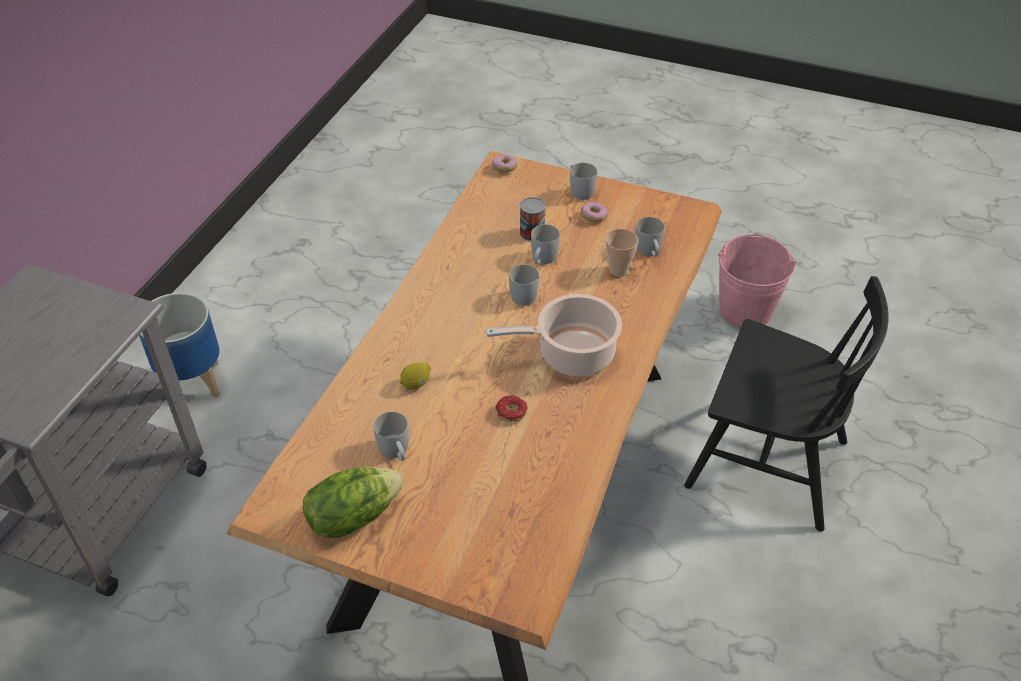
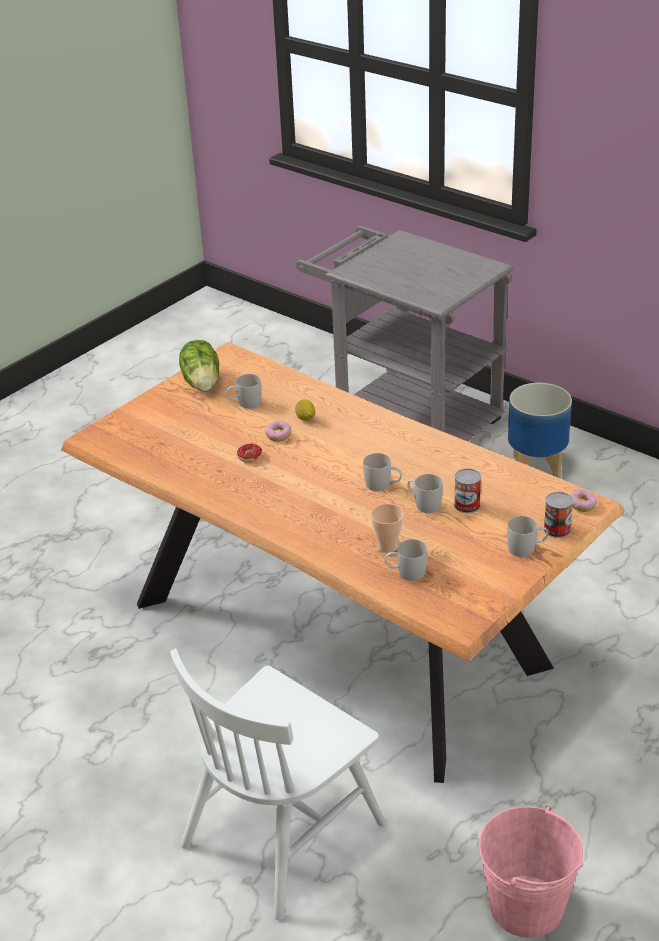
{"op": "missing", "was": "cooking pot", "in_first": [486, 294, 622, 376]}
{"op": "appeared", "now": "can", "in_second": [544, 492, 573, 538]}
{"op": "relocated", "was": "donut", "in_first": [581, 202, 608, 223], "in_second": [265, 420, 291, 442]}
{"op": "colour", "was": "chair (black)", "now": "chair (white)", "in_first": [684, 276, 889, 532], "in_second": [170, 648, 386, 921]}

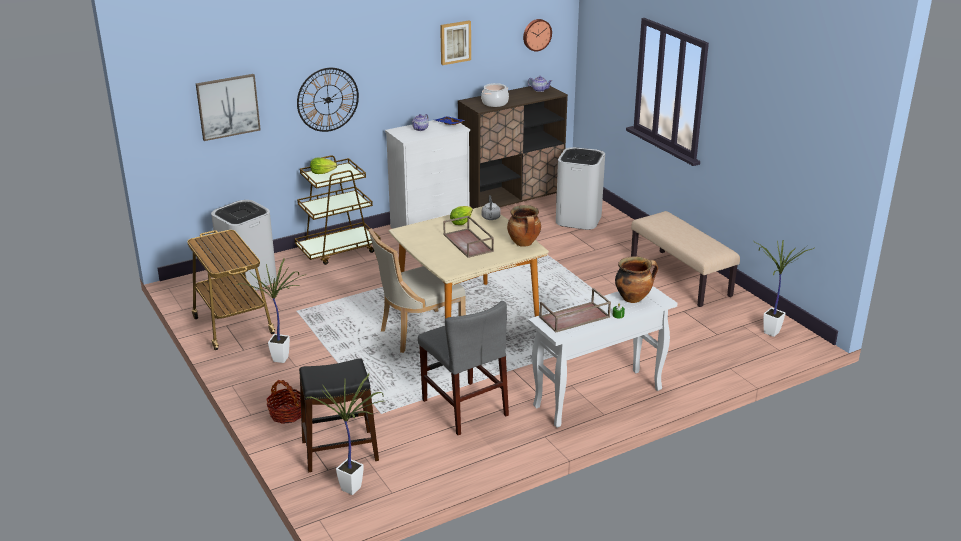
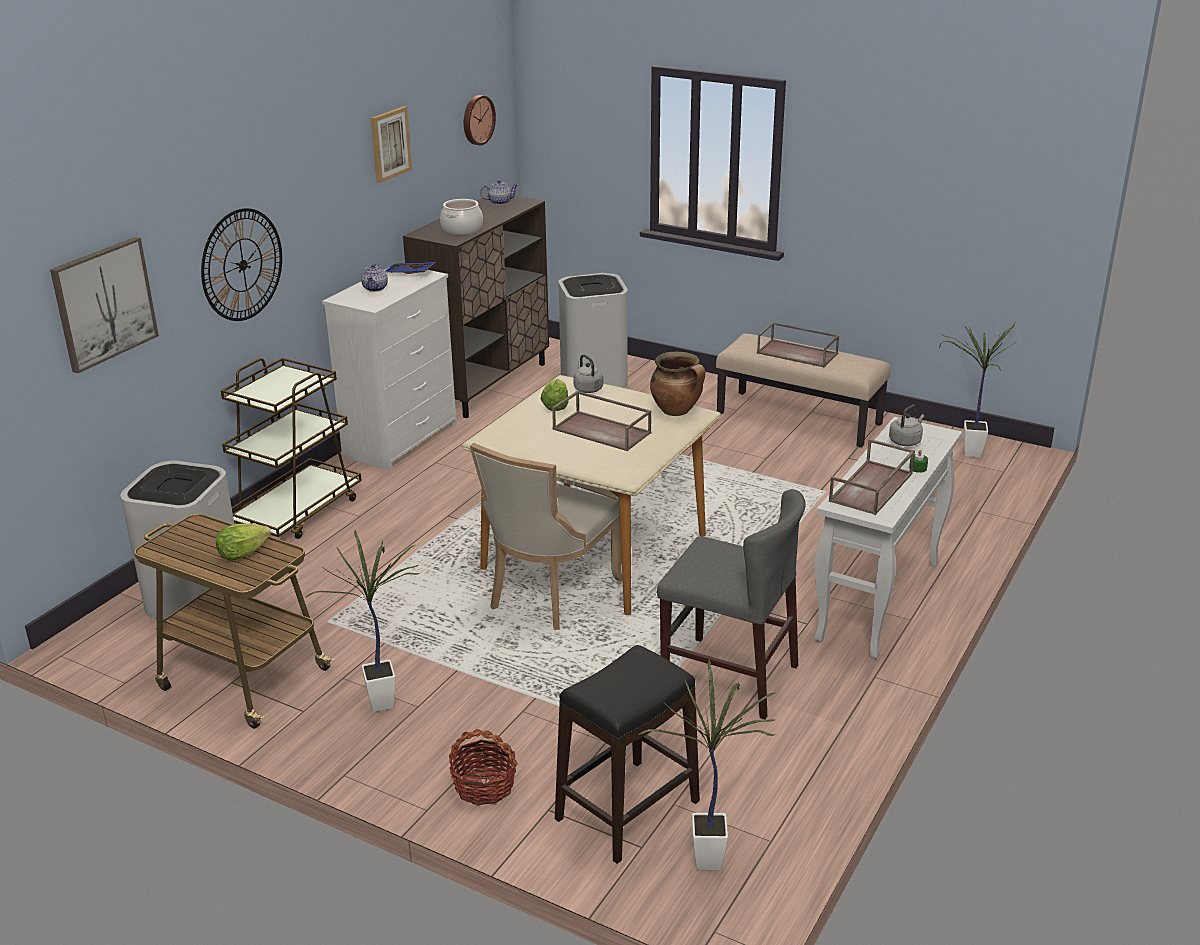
{"op": "appeared", "now": "tray (brown)", "in_second": [757, 322, 840, 367]}
{"op": "relocated", "was": "lettuce", "in_first": [310, 158, 337, 174], "in_second": [216, 523, 271, 560]}
{"op": "exchanged", "was": "cooking pot", "now": "kettle (grey)", "in_first": [615, 256, 658, 303], "in_second": [889, 405, 924, 446]}

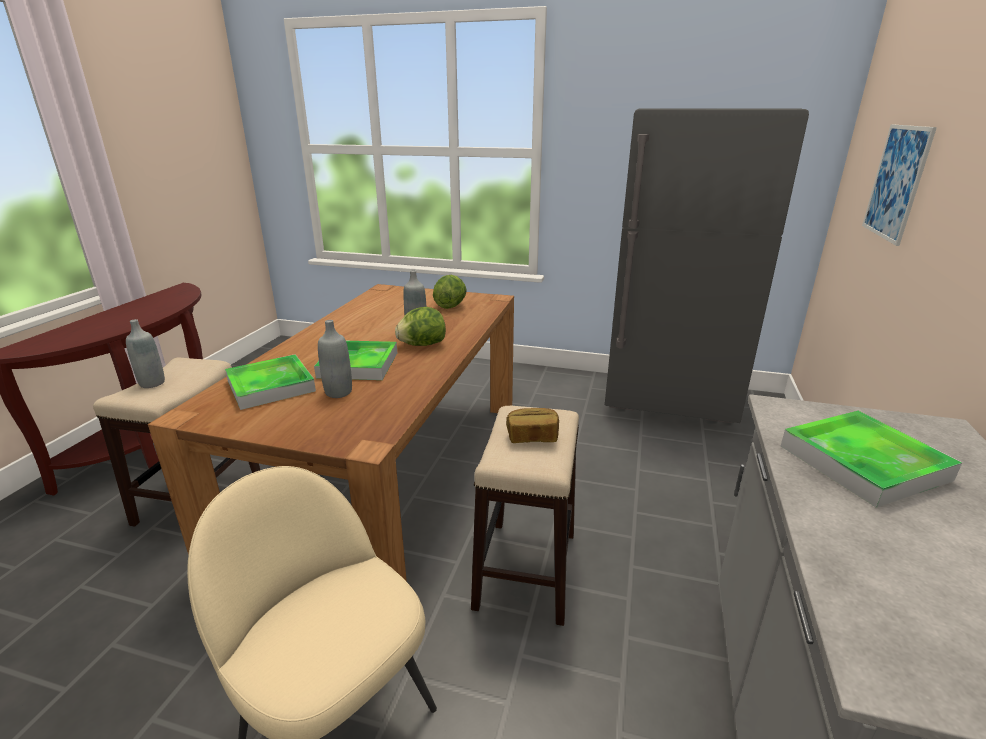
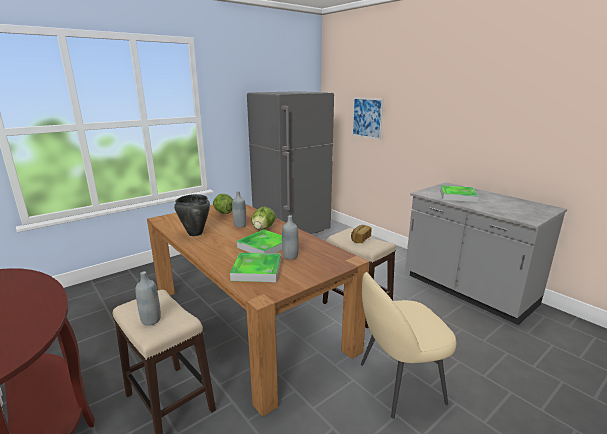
{"op": "appeared", "now": "cooking pot (black)", "in_second": [174, 194, 210, 236]}

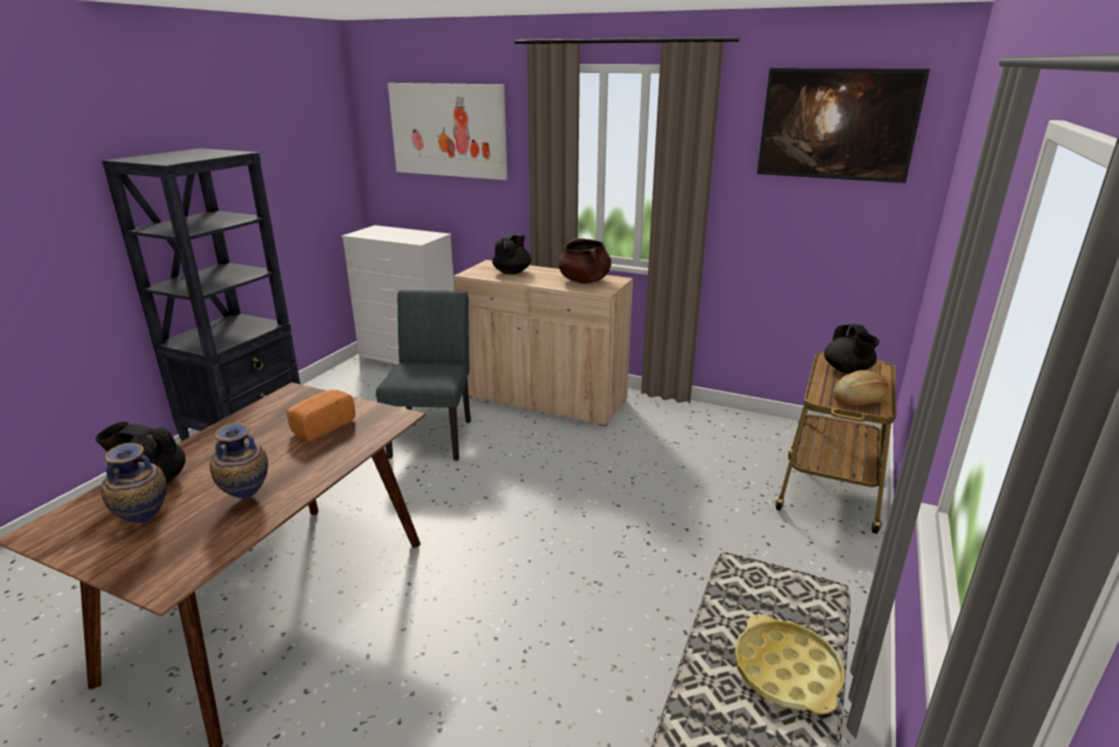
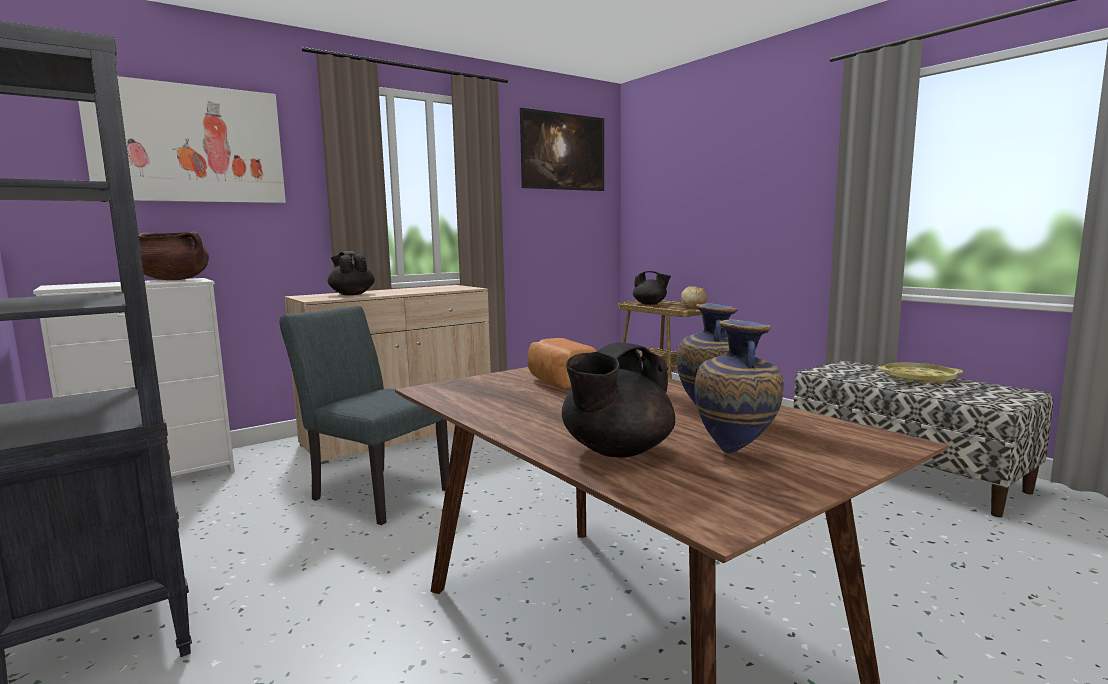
{"op": "relocated", "was": "cooking pot (brown)", "in_first": [559, 238, 611, 284], "in_second": [139, 231, 209, 280]}

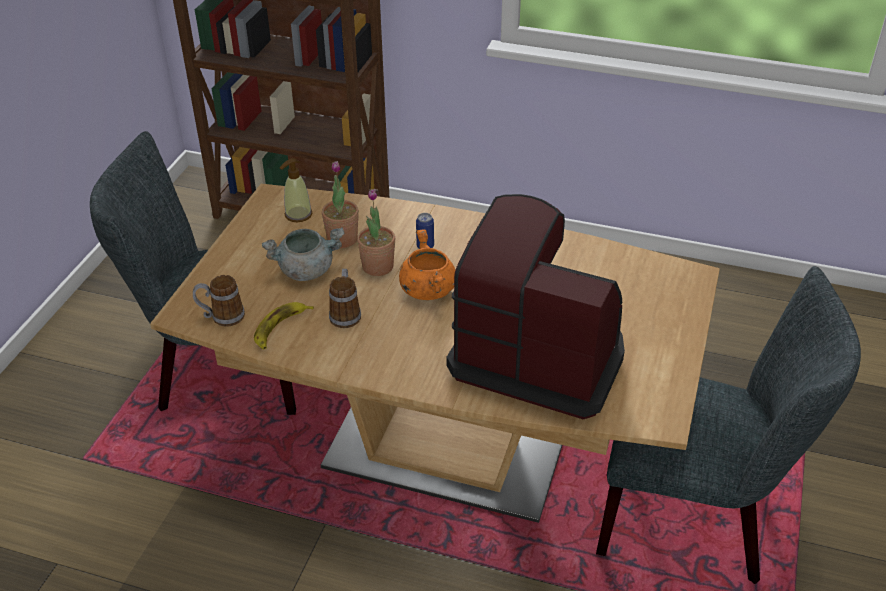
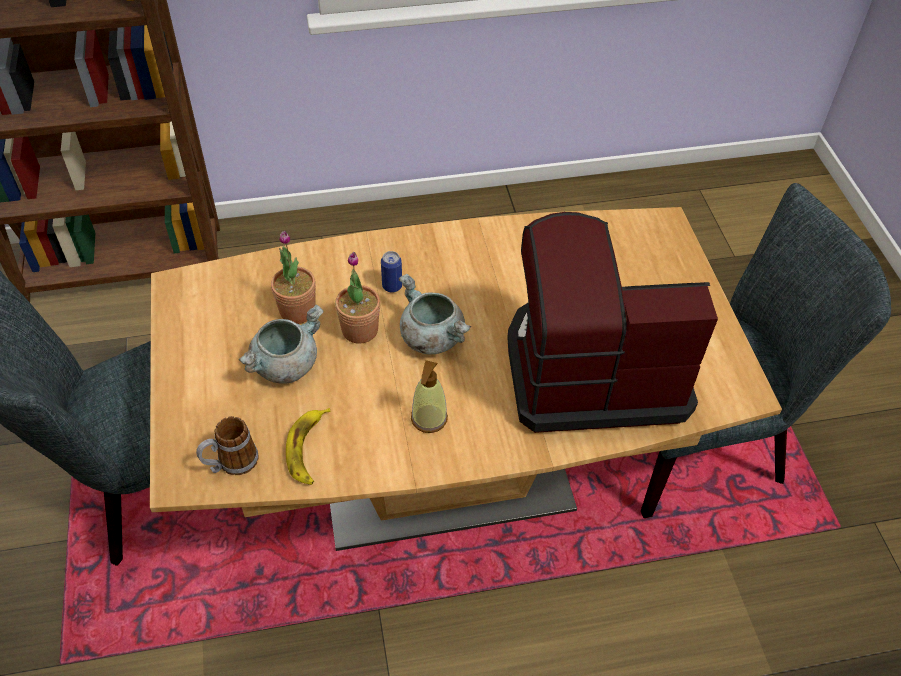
{"op": "missing", "was": "mug", "in_first": [329, 269, 361, 328]}
{"op": "relocated", "was": "soap dispenser", "in_first": [280, 158, 312, 222], "in_second": [411, 360, 448, 433]}
{"op": "colour", "was": "cooking pot (orange)", "now": "cooking pot (grey)", "in_first": [399, 230, 455, 300], "in_second": [399, 274, 471, 354]}

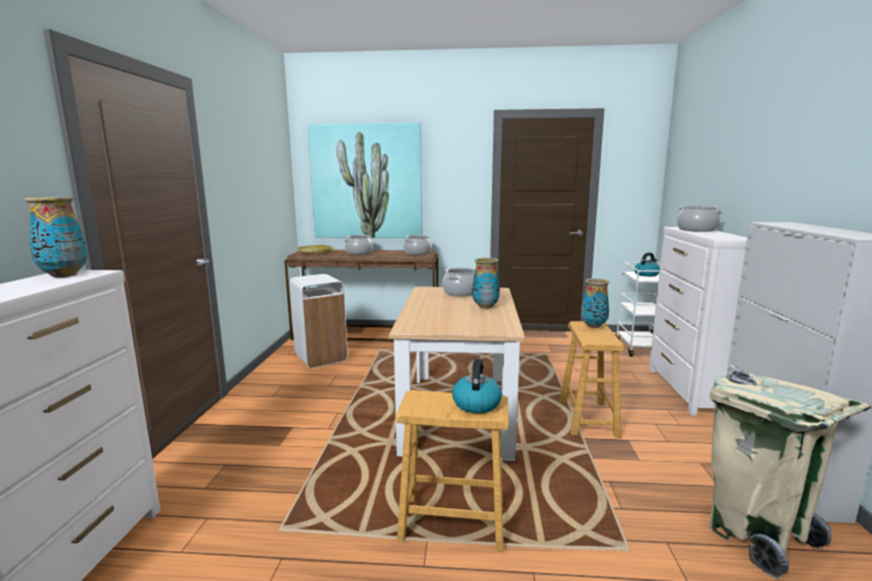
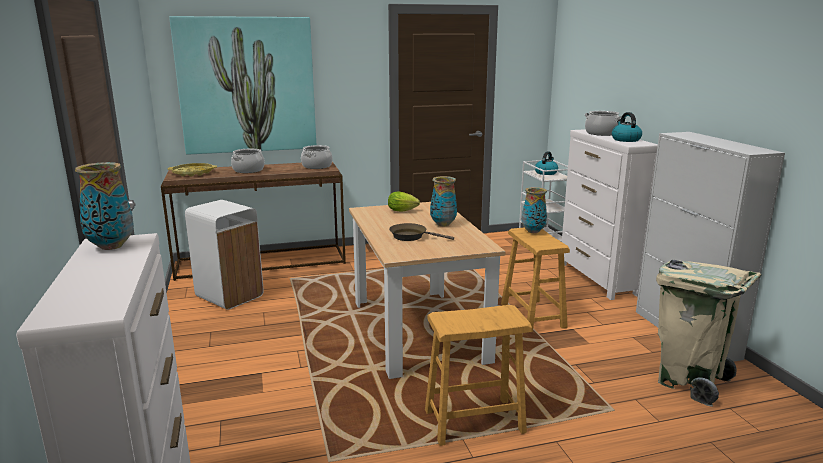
{"op": "appeared", "now": "frying pan (brown)", "in_second": [389, 223, 454, 241]}
{"op": "relocated", "was": "kettle", "in_first": [452, 358, 502, 413], "in_second": [612, 112, 642, 142]}
{"op": "exchanged", "was": "cooking pot", "now": "lettuce", "in_first": [442, 267, 476, 296], "in_second": [388, 192, 420, 212]}

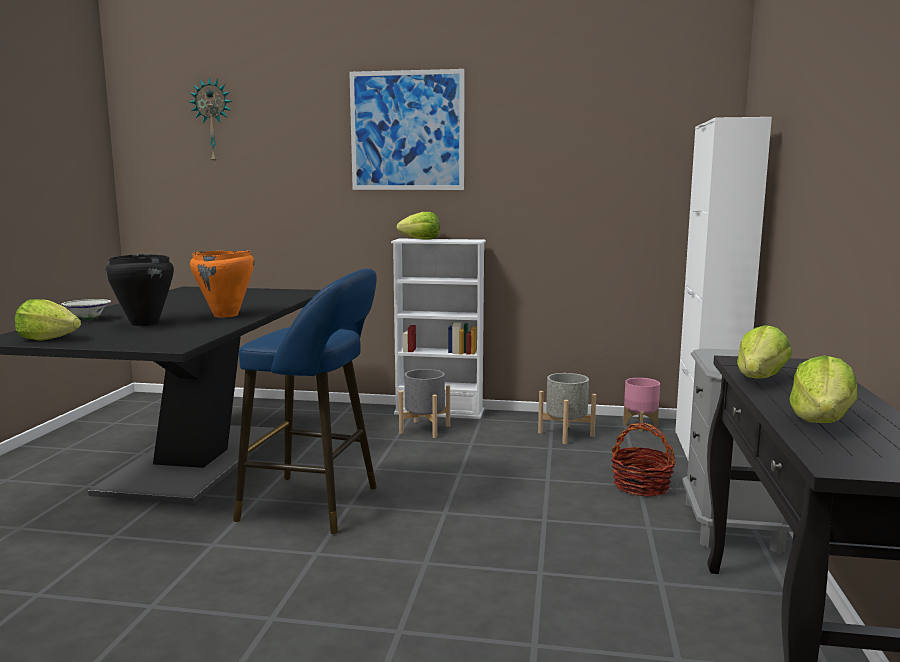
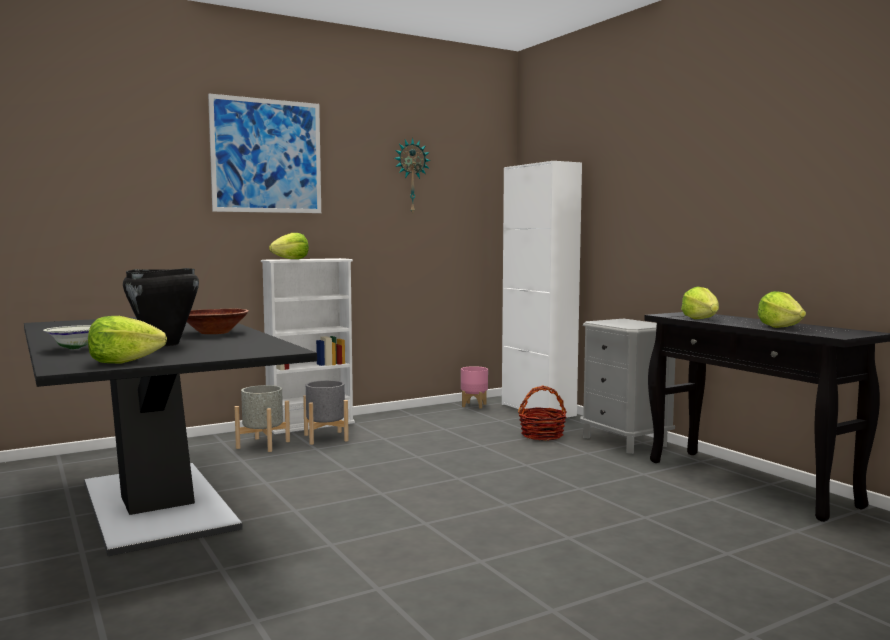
{"op": "missing", "was": "stool (blue)", "in_first": [233, 268, 377, 534]}
{"op": "relocated", "was": "wall clock", "in_first": [190, 78, 232, 164], "in_second": [394, 138, 431, 213]}
{"op": "relocated", "was": "planter (grey)", "in_first": [538, 373, 596, 444], "in_second": [235, 385, 290, 452]}
{"op": "exchanged", "was": "cooking pot (orange)", "now": "bowl (brown)", "in_first": [190, 250, 254, 317], "in_second": [187, 309, 249, 334]}

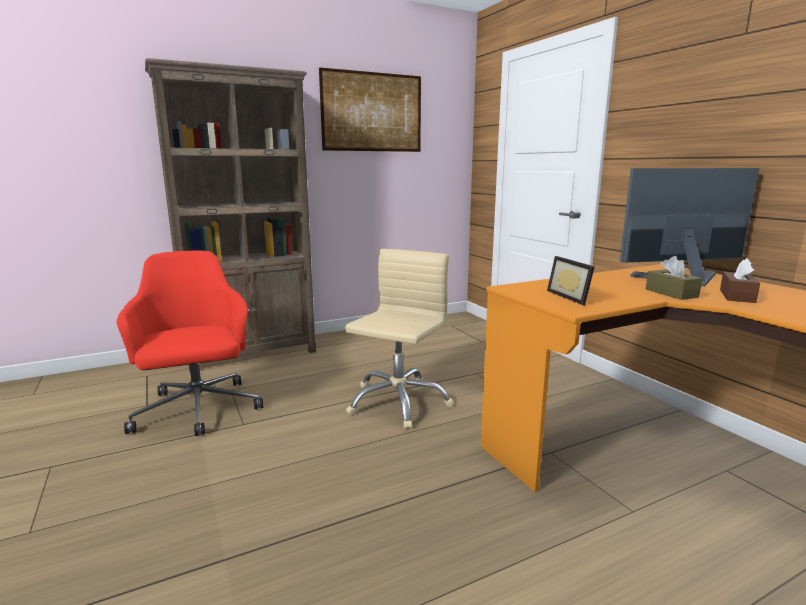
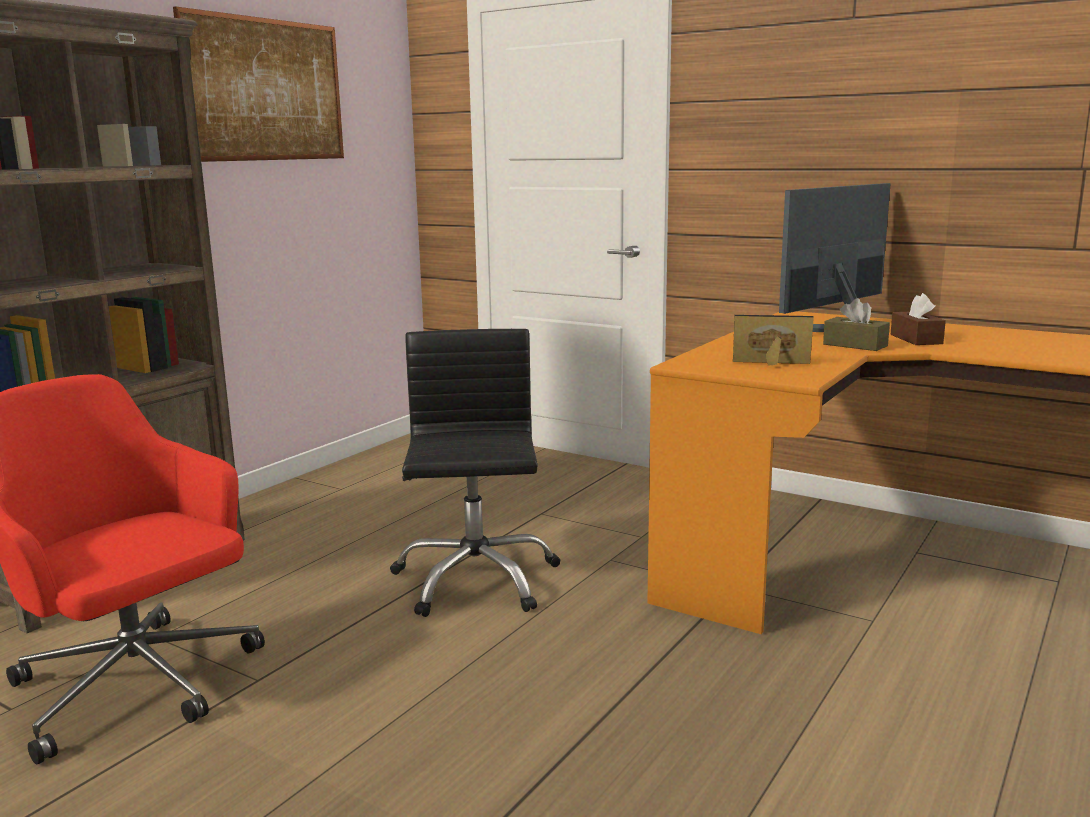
{"op": "colour", "was": "office chair (beige)", "now": "office chair (black)", "in_first": [345, 249, 454, 429], "in_second": [390, 329, 561, 617]}
{"op": "spun", "was": "picture frame", "in_first": [547, 256, 595, 305], "in_second": [733, 315, 814, 366], "clockwise": 150}

